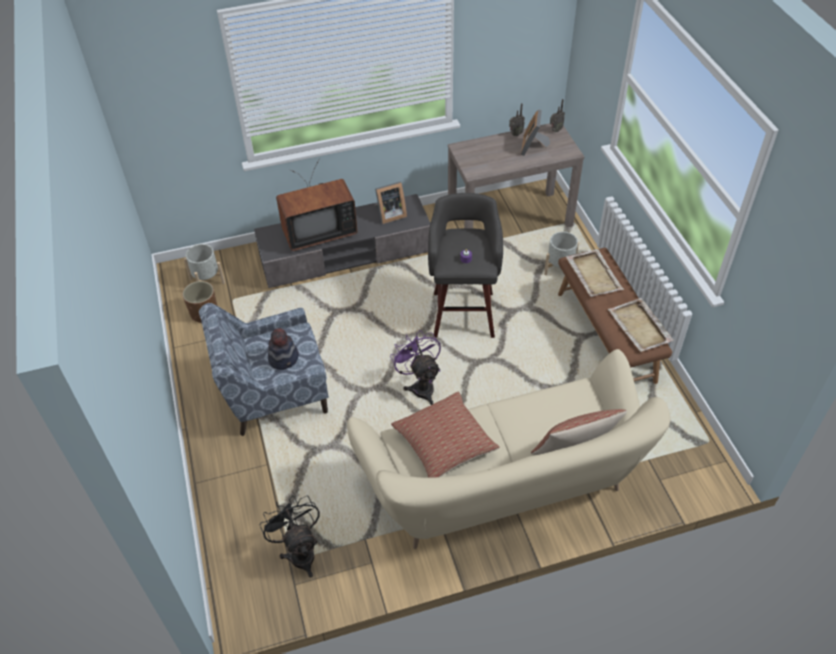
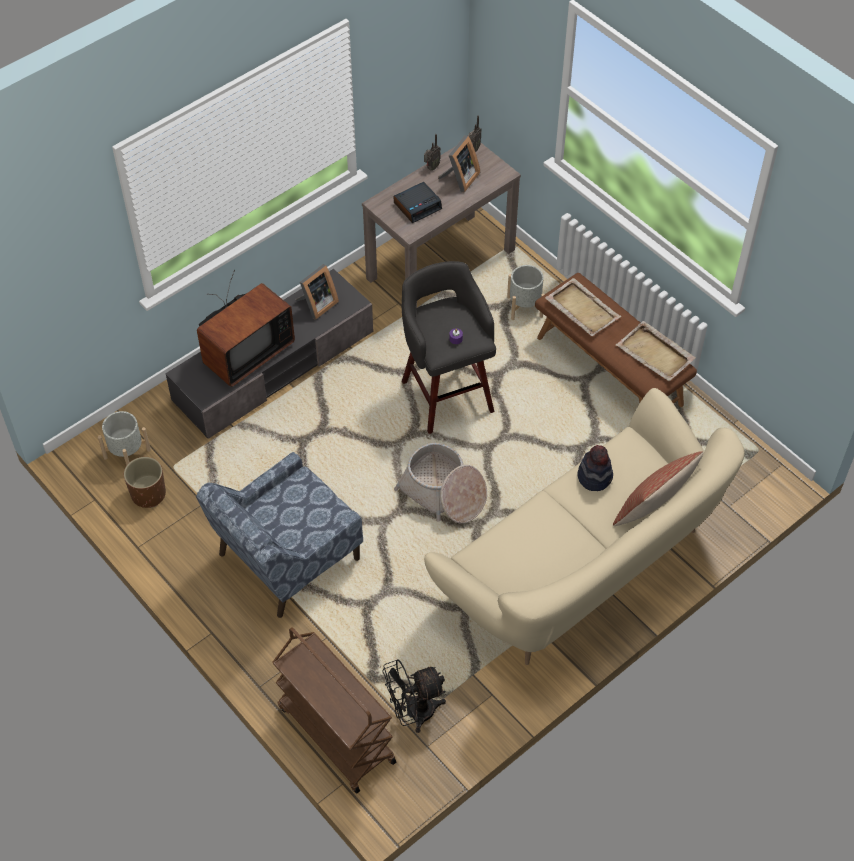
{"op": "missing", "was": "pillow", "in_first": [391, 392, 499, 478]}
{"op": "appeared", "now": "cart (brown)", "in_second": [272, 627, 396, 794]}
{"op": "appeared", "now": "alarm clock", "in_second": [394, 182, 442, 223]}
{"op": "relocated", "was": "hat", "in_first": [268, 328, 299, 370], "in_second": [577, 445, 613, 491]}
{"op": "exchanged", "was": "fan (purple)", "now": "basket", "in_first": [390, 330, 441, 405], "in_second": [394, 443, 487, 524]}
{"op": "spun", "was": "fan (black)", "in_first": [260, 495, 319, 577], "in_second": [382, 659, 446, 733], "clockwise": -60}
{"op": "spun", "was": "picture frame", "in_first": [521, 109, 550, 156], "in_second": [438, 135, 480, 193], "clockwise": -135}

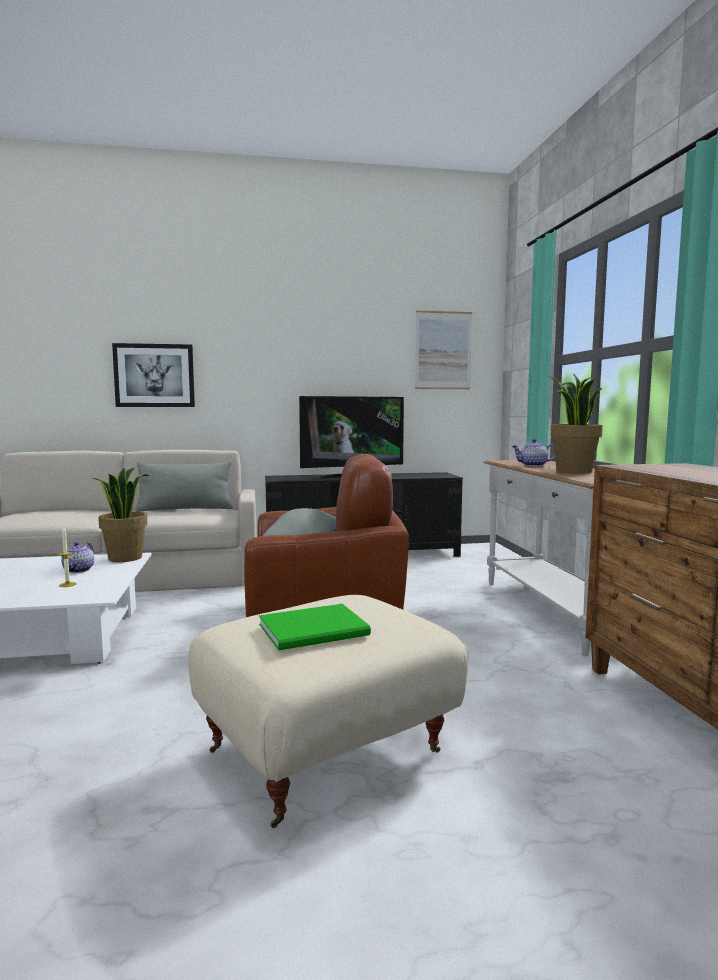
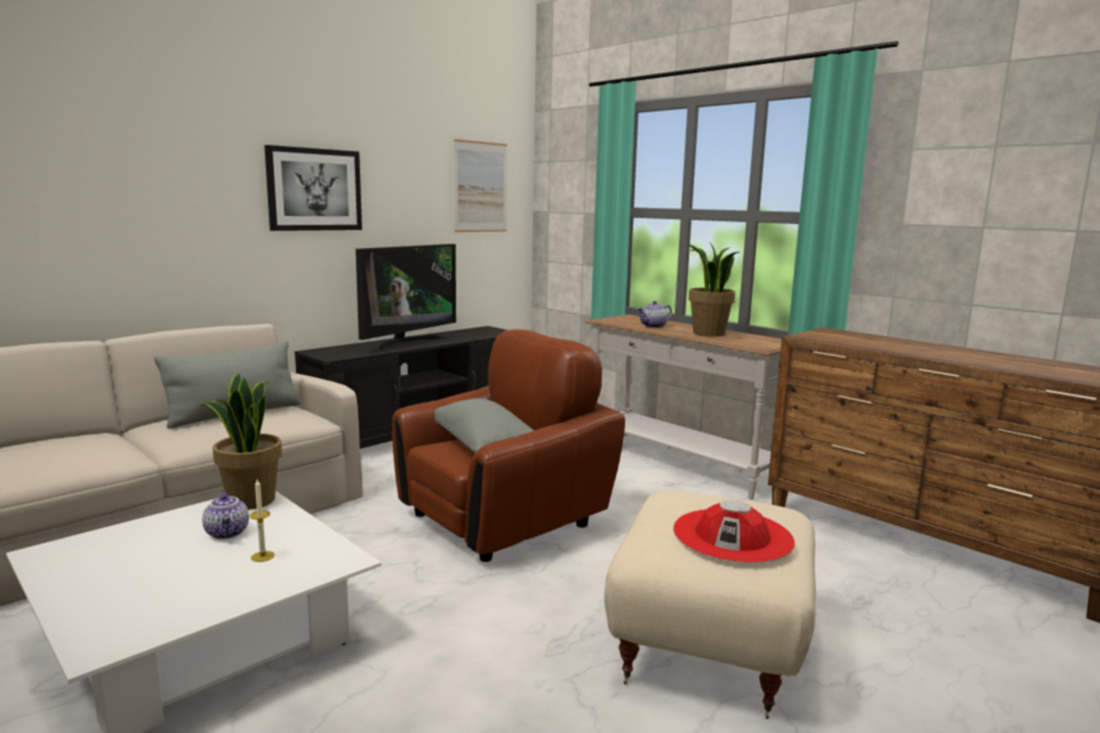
{"op": "relocated", "was": "picture", "in_first": [112, 343, 195, 407], "in_second": [264, 145, 362, 231]}
{"op": "exchanged", "was": "book (green)", "now": "hat (red)", "in_first": [259, 604, 371, 650], "in_second": [673, 500, 795, 563]}

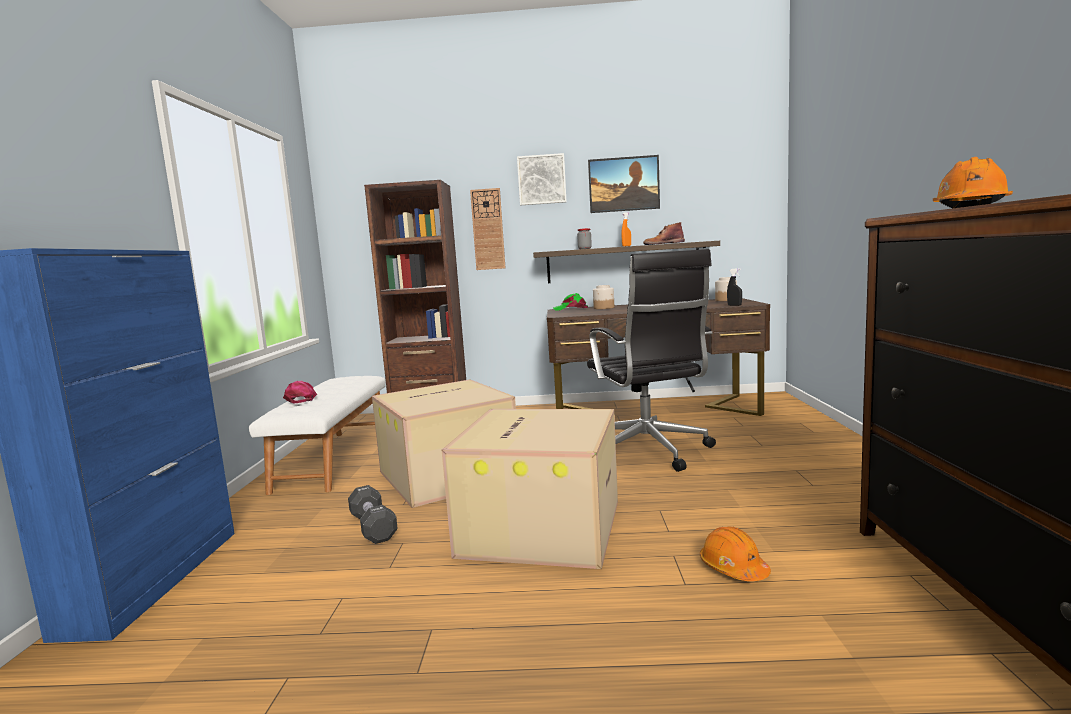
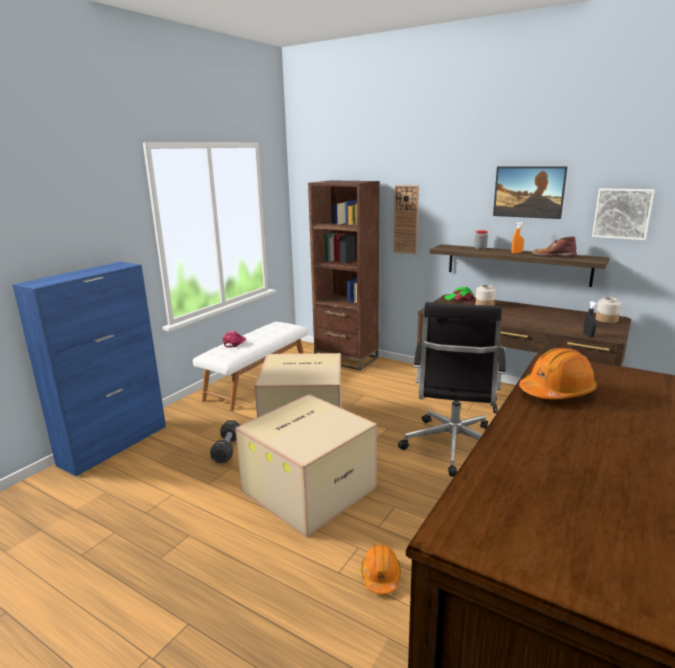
{"op": "relocated", "was": "picture", "in_first": [517, 153, 567, 205], "in_second": [592, 188, 655, 240]}

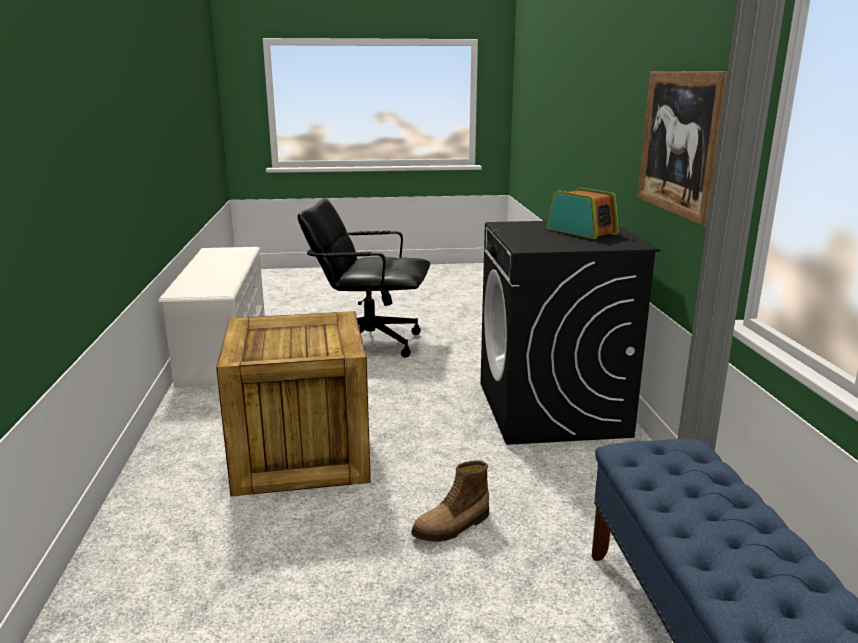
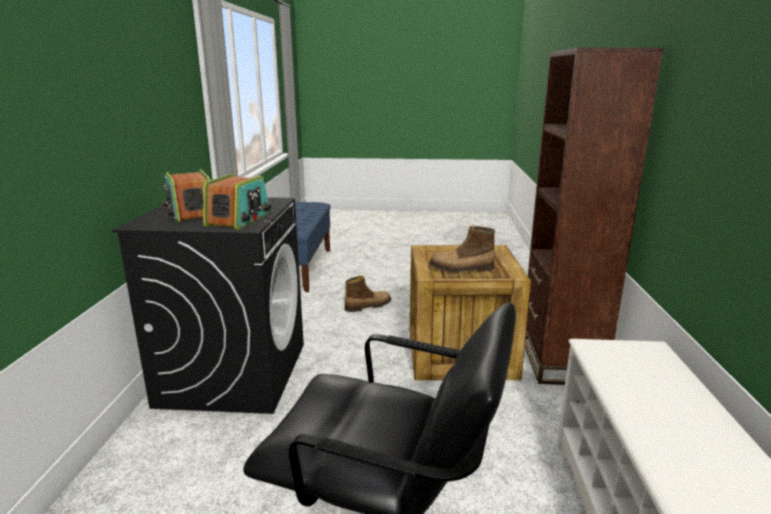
{"op": "missing", "was": "picture", "in_first": [637, 71, 727, 227]}
{"op": "appeared", "now": "radio", "in_second": [203, 174, 271, 230]}
{"op": "appeared", "now": "boot", "in_second": [429, 226, 495, 273]}
{"op": "appeared", "now": "bookcase (brown)", "in_second": [525, 47, 664, 385]}

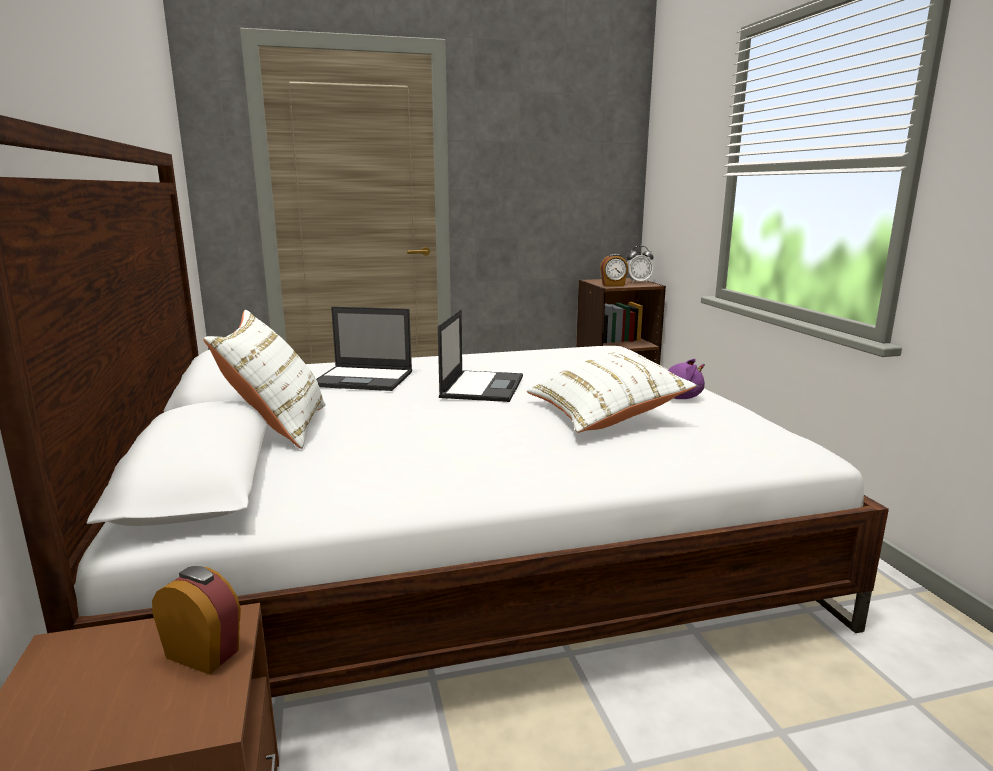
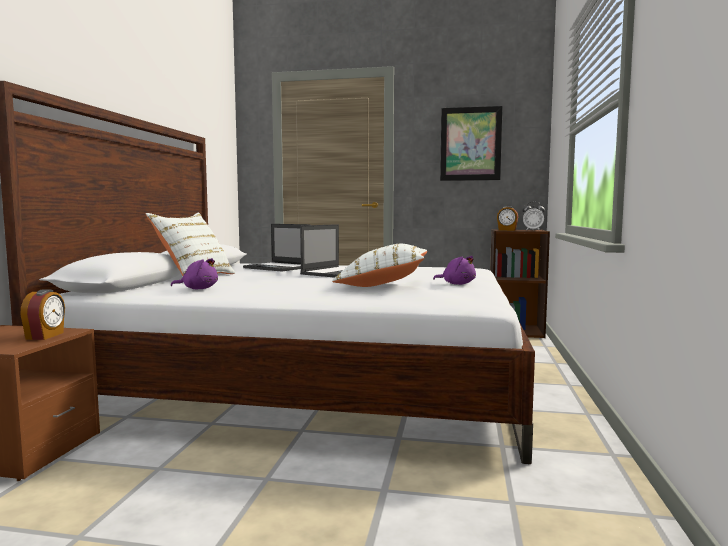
{"op": "appeared", "now": "plush toy (purple)", "in_second": [171, 258, 218, 289]}
{"op": "appeared", "now": "picture", "in_second": [440, 106, 503, 181]}
{"op": "spun", "was": "alarm clock", "in_first": [152, 566, 241, 675], "in_second": [20, 290, 65, 340], "clockwise": 45}

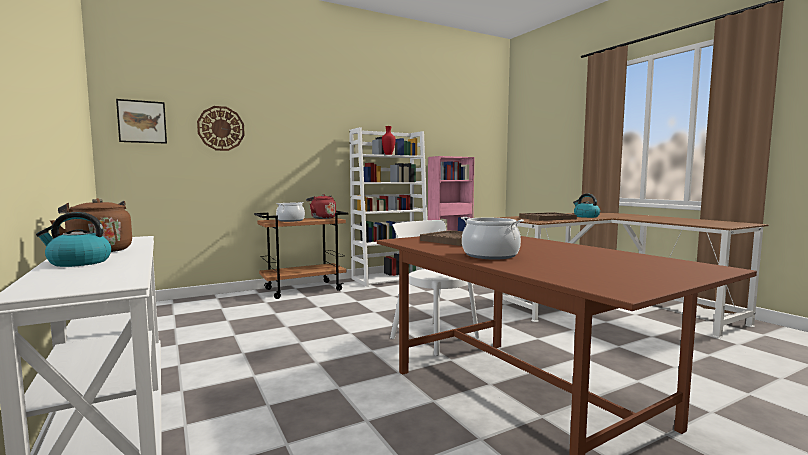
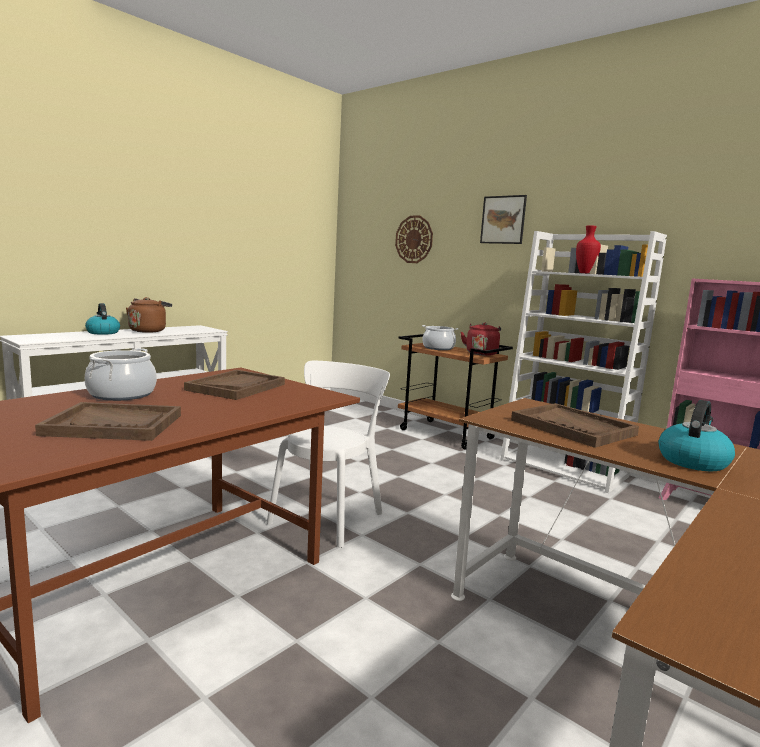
{"op": "appeared", "now": "tray (brown)", "in_second": [35, 402, 181, 441]}
{"op": "relocated", "was": "picture", "in_first": [116, 99, 167, 144], "in_second": [480, 195, 527, 244]}

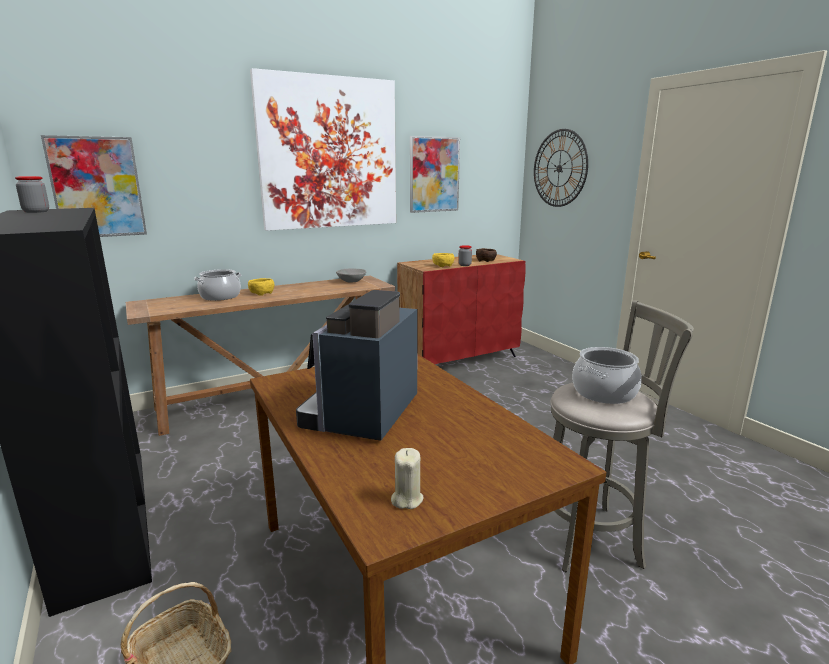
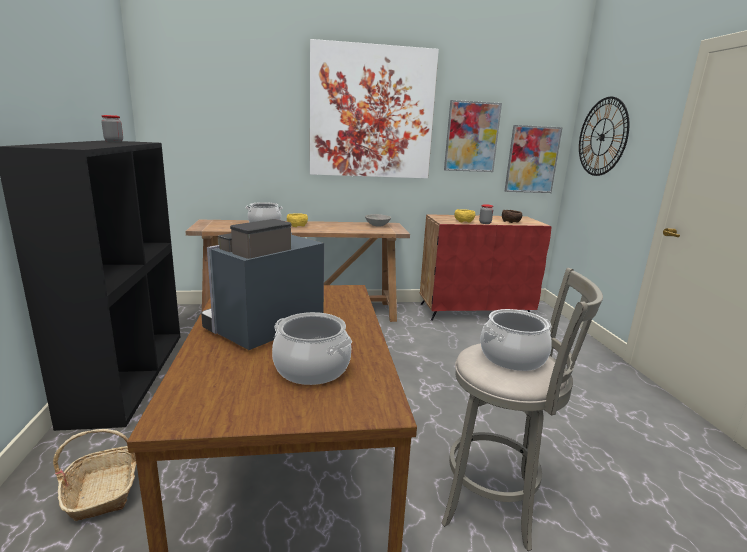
{"op": "missing", "was": "candle (beige)", "in_first": [391, 448, 424, 509]}
{"op": "appeared", "now": "cooking pot", "in_second": [272, 312, 352, 385]}
{"op": "relocated", "was": "picture", "in_first": [41, 135, 147, 237], "in_second": [505, 125, 563, 193]}

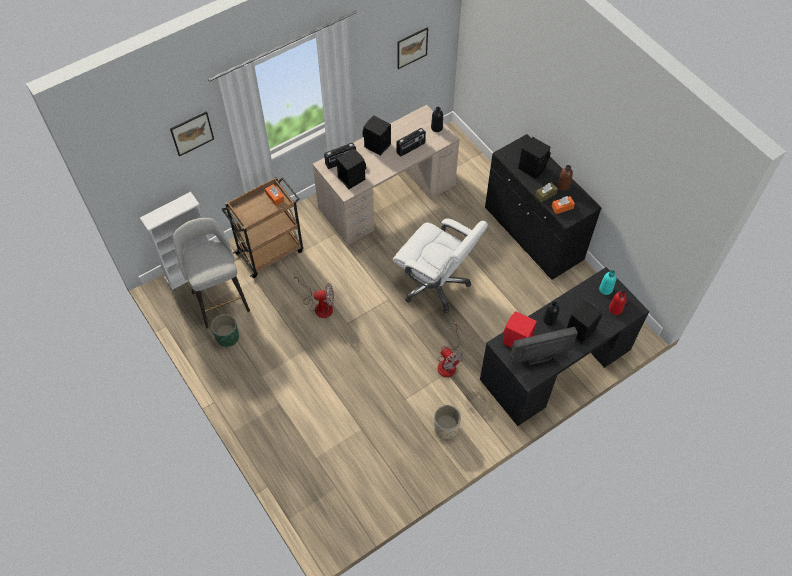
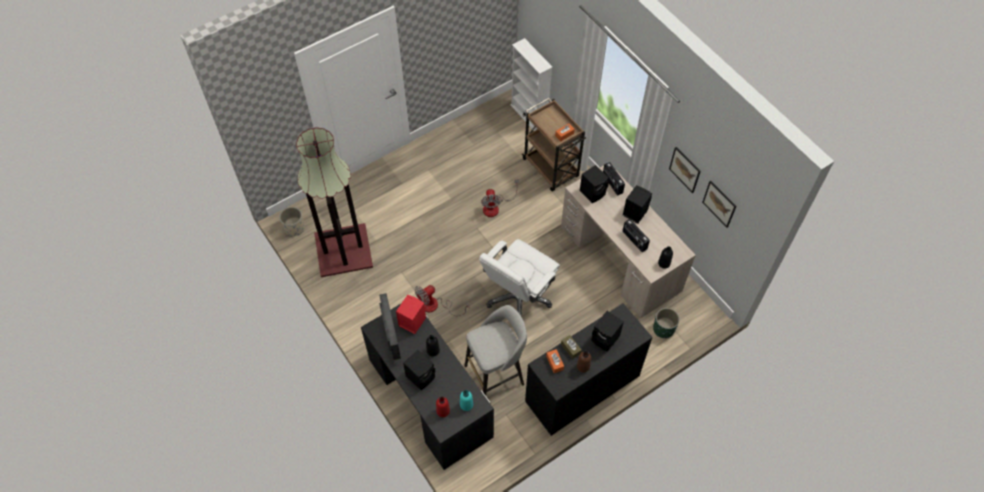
{"op": "appeared", "now": "floor lamp", "in_second": [296, 127, 373, 277]}
{"op": "relocated", "was": "picture", "in_first": [170, 111, 214, 157], "in_second": [669, 147, 701, 193]}
{"op": "relocated", "was": "stool (grey)", "in_first": [173, 218, 250, 329], "in_second": [464, 305, 527, 396]}
{"op": "relocated", "was": "planter (green)", "in_first": [211, 314, 239, 347], "in_second": [653, 308, 679, 338]}
{"op": "relocated", "was": "planter (beige)", "in_first": [434, 405, 461, 439], "in_second": [279, 207, 305, 236]}

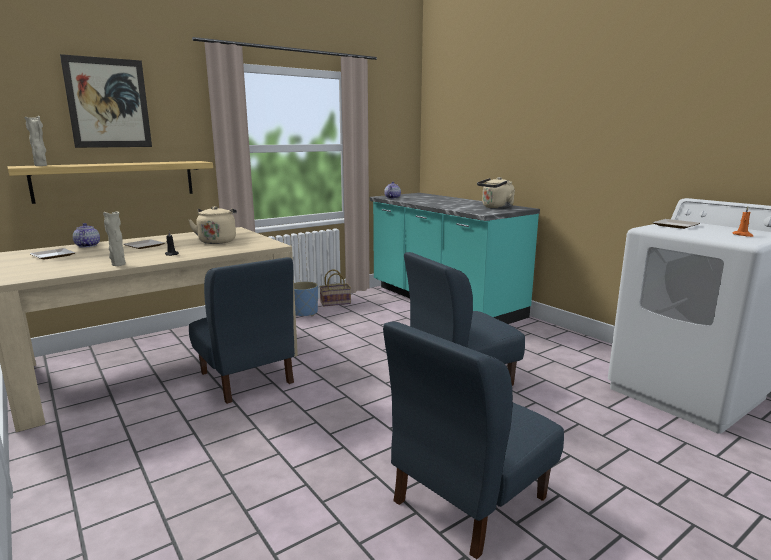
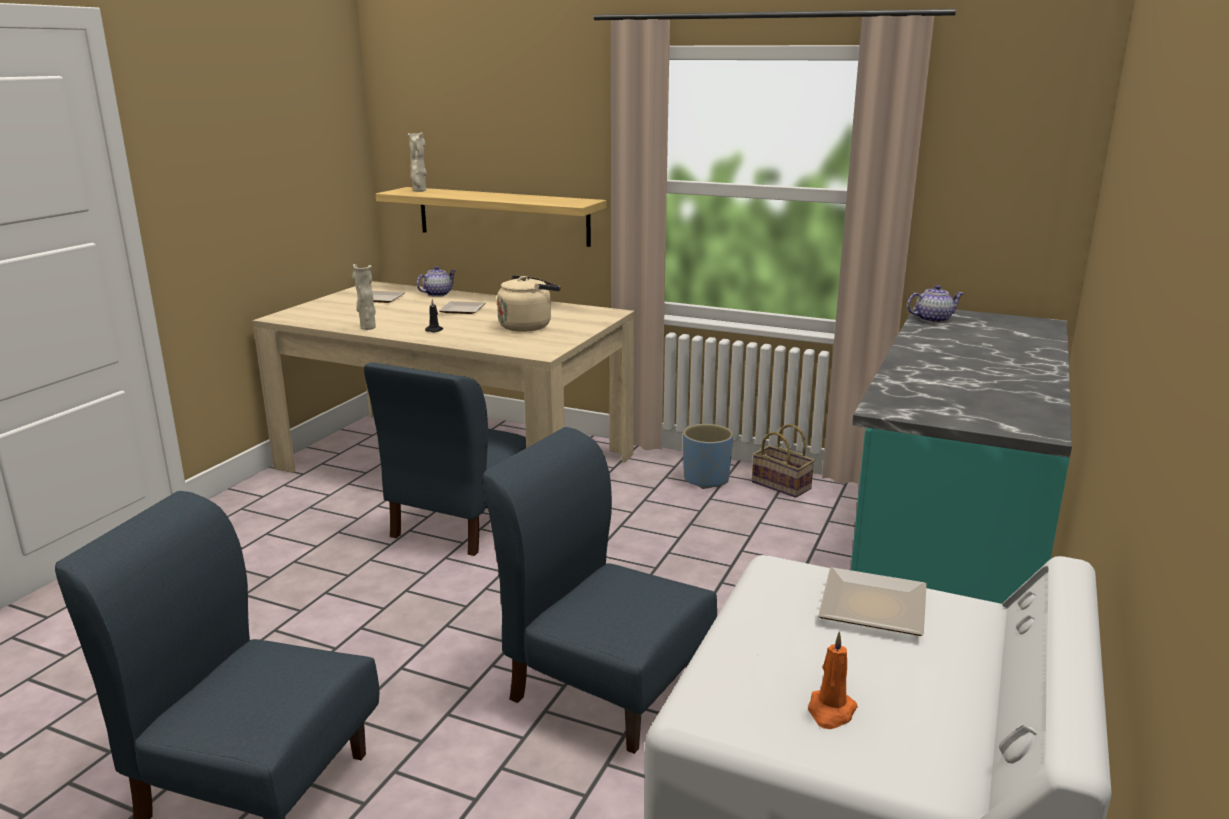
{"op": "missing", "was": "picture", "in_first": [60, 54, 152, 148]}
{"op": "missing", "was": "kettle (beige)", "in_first": [477, 177, 515, 209]}

